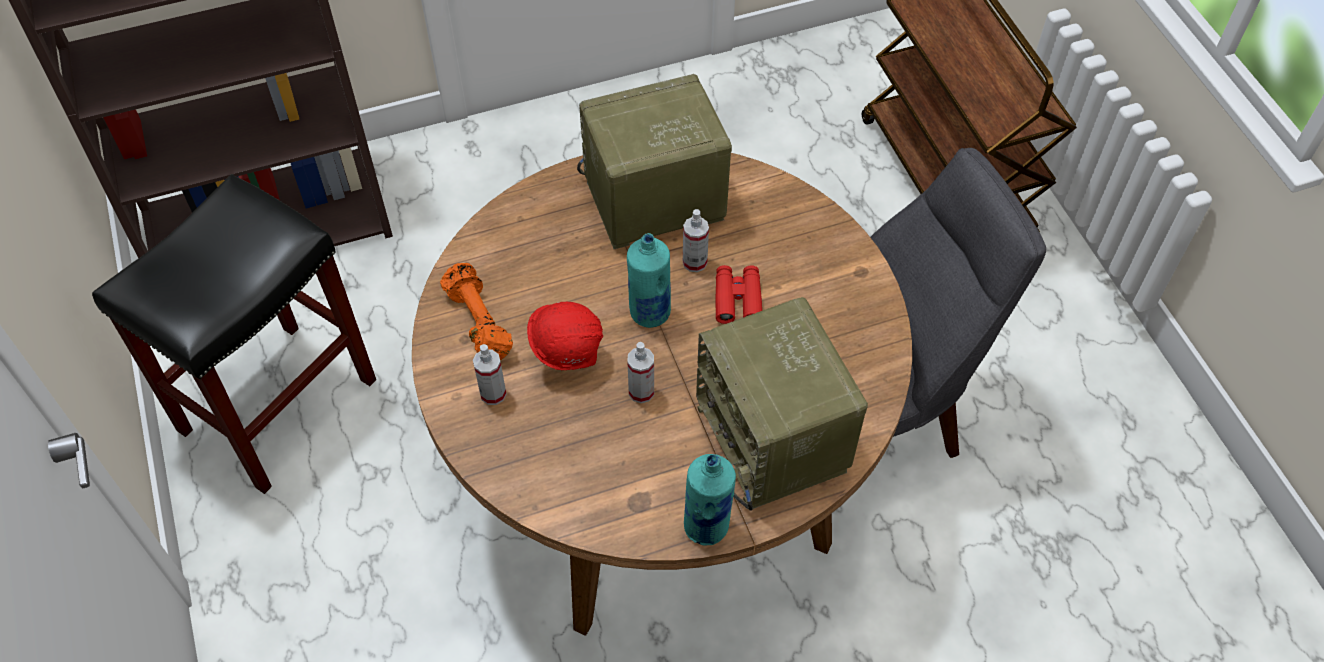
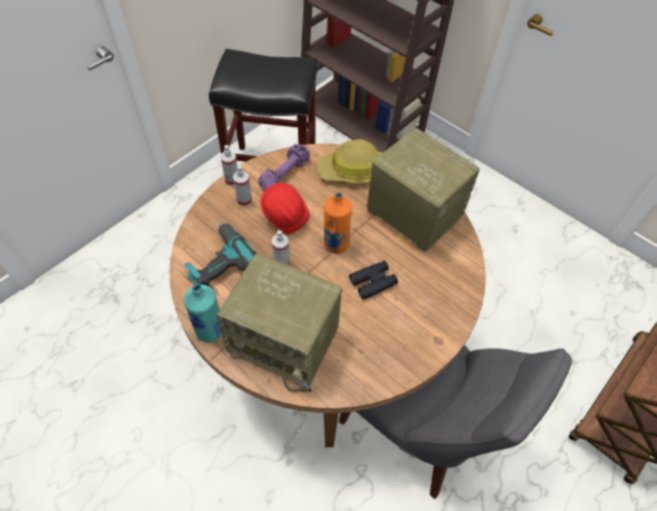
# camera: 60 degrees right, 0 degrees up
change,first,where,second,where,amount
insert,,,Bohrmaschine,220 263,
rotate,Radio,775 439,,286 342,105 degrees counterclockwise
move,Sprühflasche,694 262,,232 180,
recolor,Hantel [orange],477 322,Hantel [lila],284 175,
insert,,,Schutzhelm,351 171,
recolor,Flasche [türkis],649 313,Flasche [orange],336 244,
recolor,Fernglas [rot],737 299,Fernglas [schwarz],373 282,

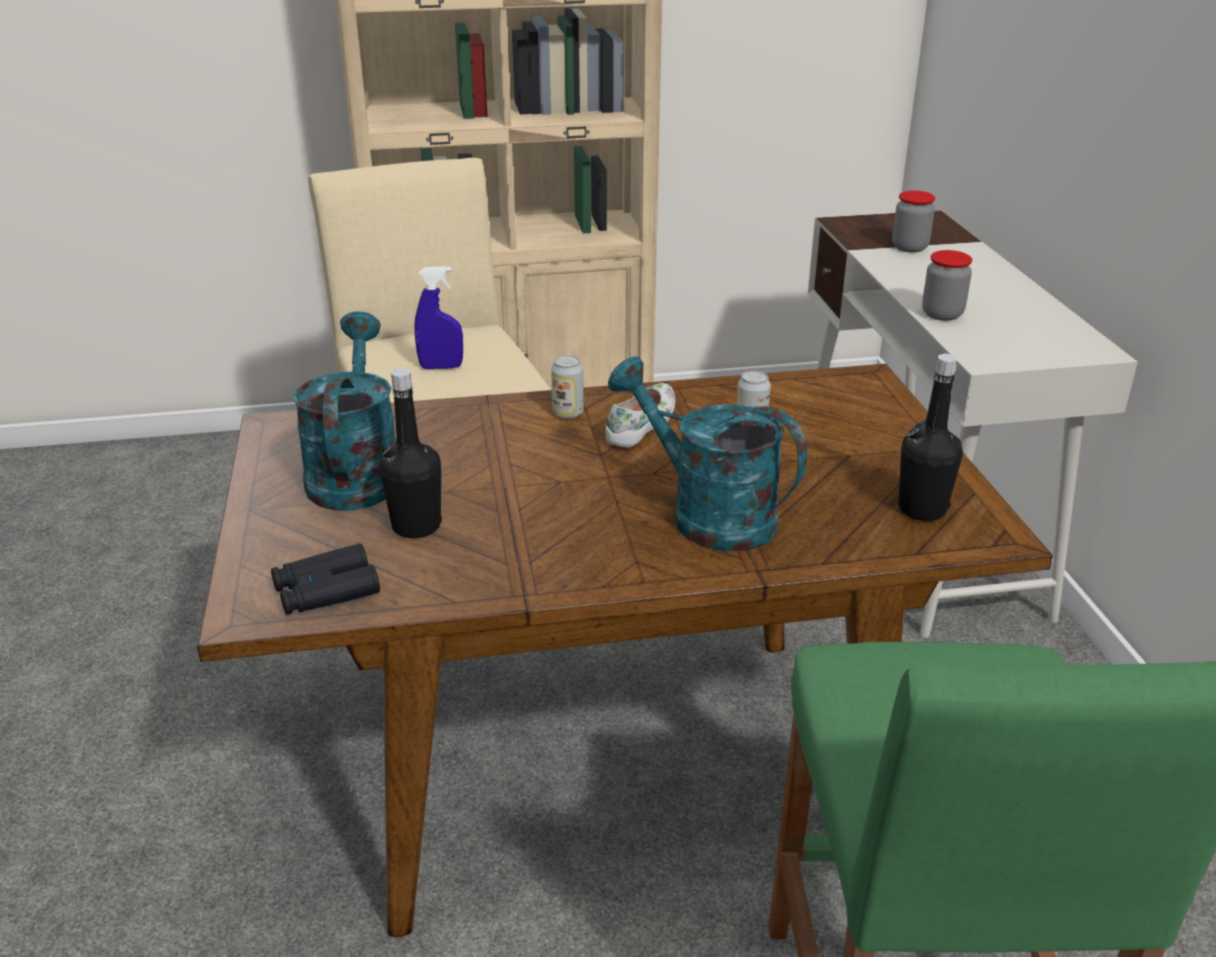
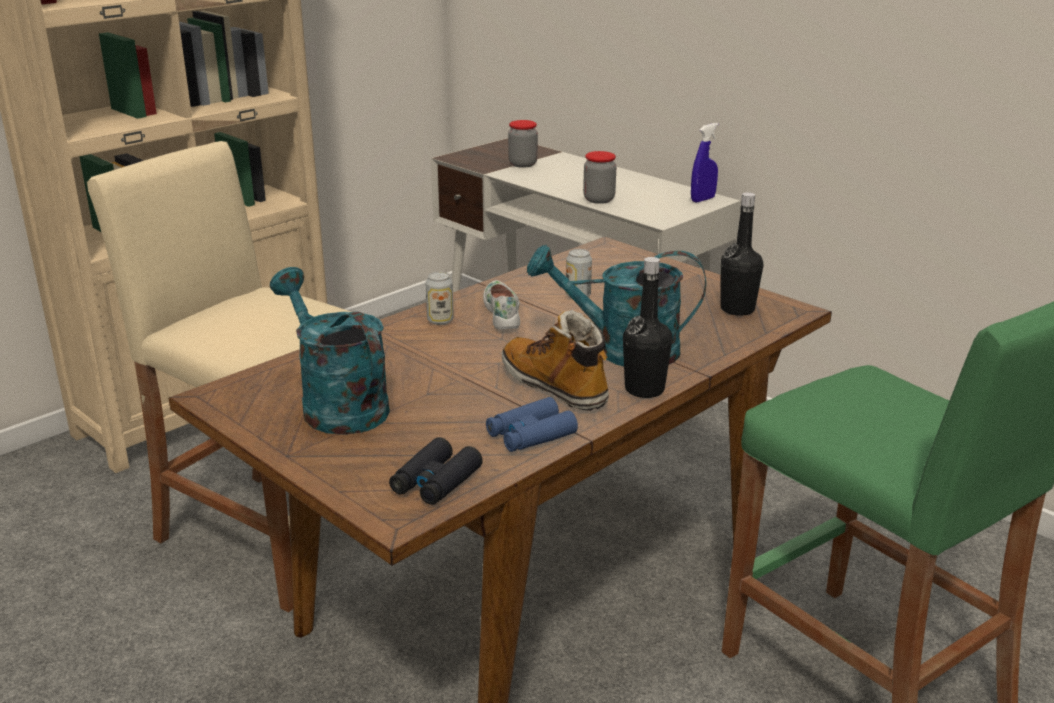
# camera: 35 degrees left, 5 degrees down
change,first,where,second,where,amount
insert,,,Fernglas [blau],530 435,
insert,,,Stiefel,555 386,
move,Flasche [schwarz],416 526,,644 389,
move,Sprühflasche [blau],441 367,,702 199,

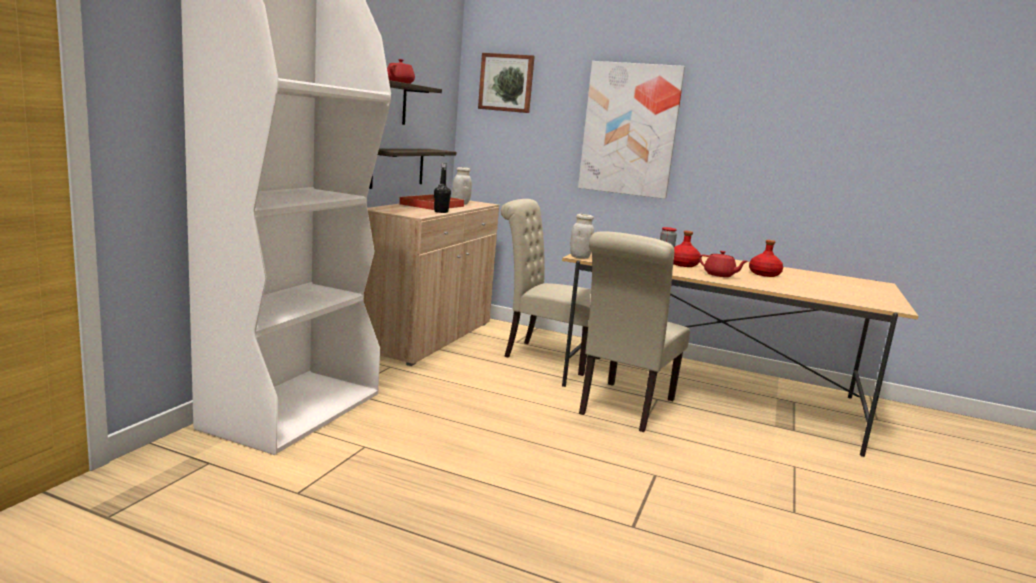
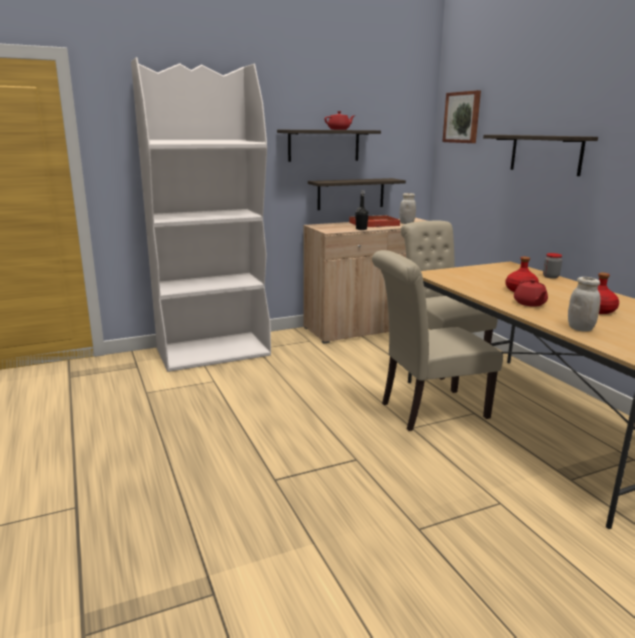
# camera: 45 degrees right, 5 degrees up
change,first,where,second,where,amount
replace,Bild,629 129,Wandregal,545 154,
move,Vorratsglas [weiß],580 257,,580 328,

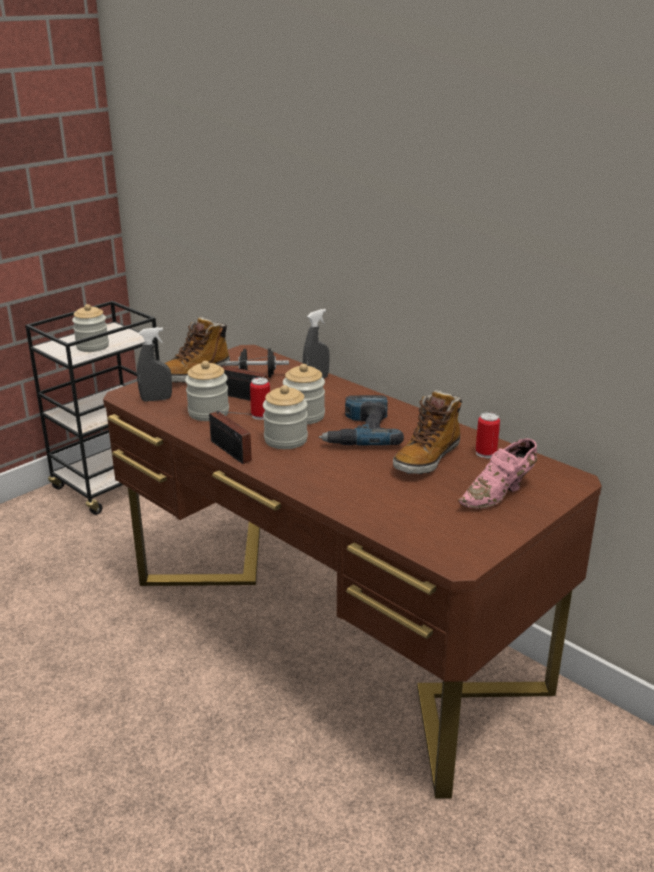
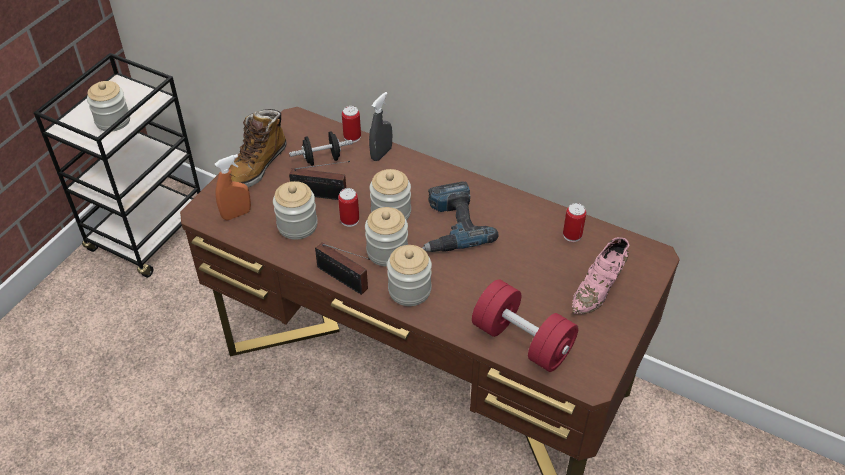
# camera: 15 degrees left, 20 degrees up
change,first,where,second,where,amount
recolor,Sprühflasche [grau],156 399,Sprühflasche [orange],236 214,
insert,,,Dose,352 137,
insert,,,Vorratsglas,409 290,
insert,,,Hantel [rot],522 340,
delete,Stiefel,427 458,,,

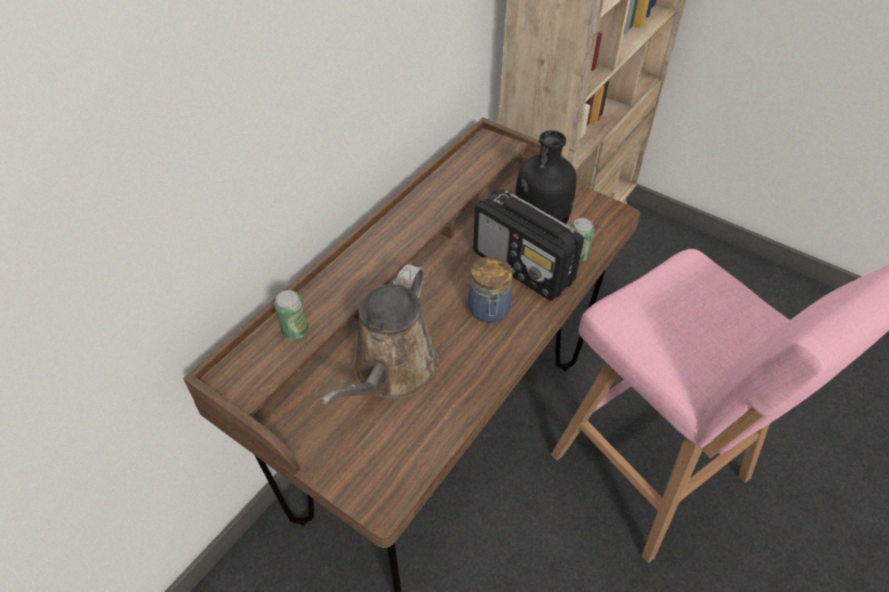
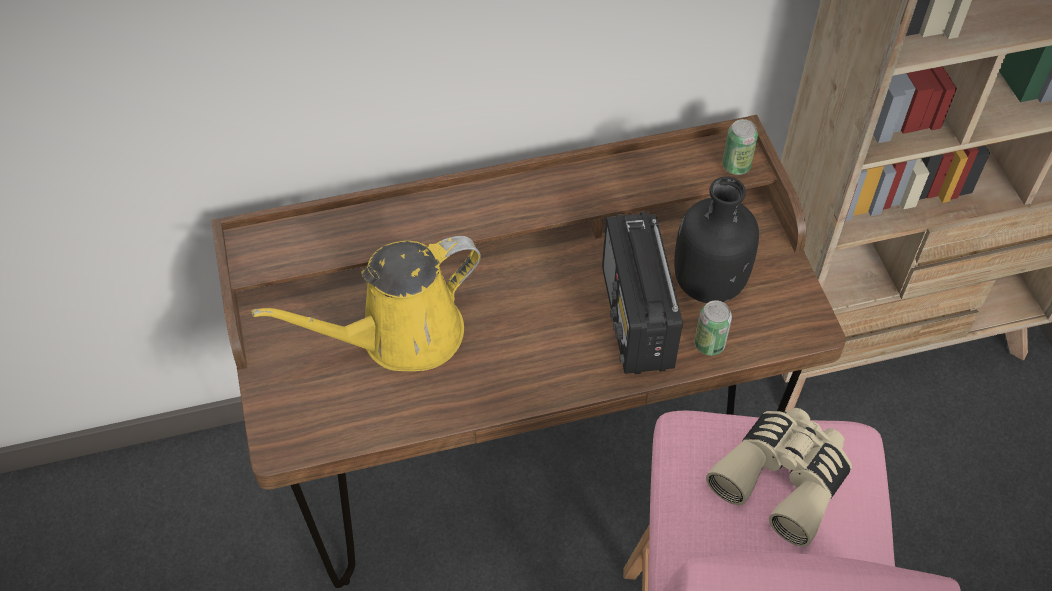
# camera: 40 degrees right, 5 degrees up
change,first,where,second,where,amount
recolor,Gießkanne [braun],391 371,Gießkanne [gelb],401 336,
insert,,,Fernglas [beige],783 478,
move,Dose,295 331,,736 166,
delete,Vorratsglas,489 310,,,

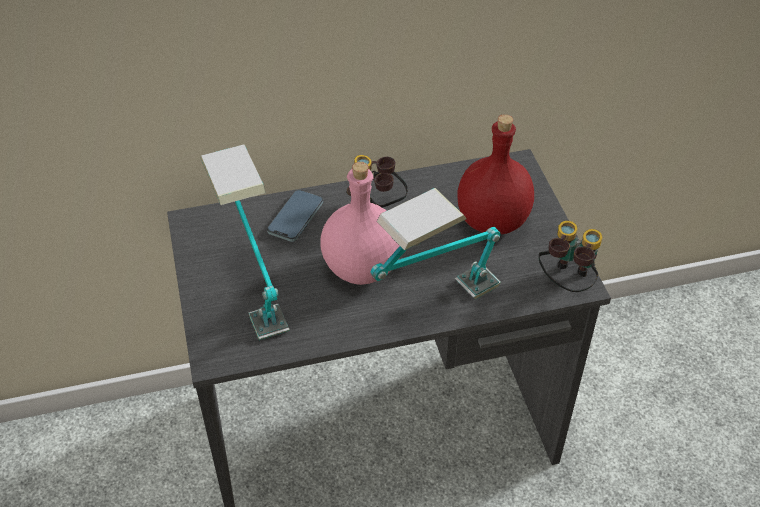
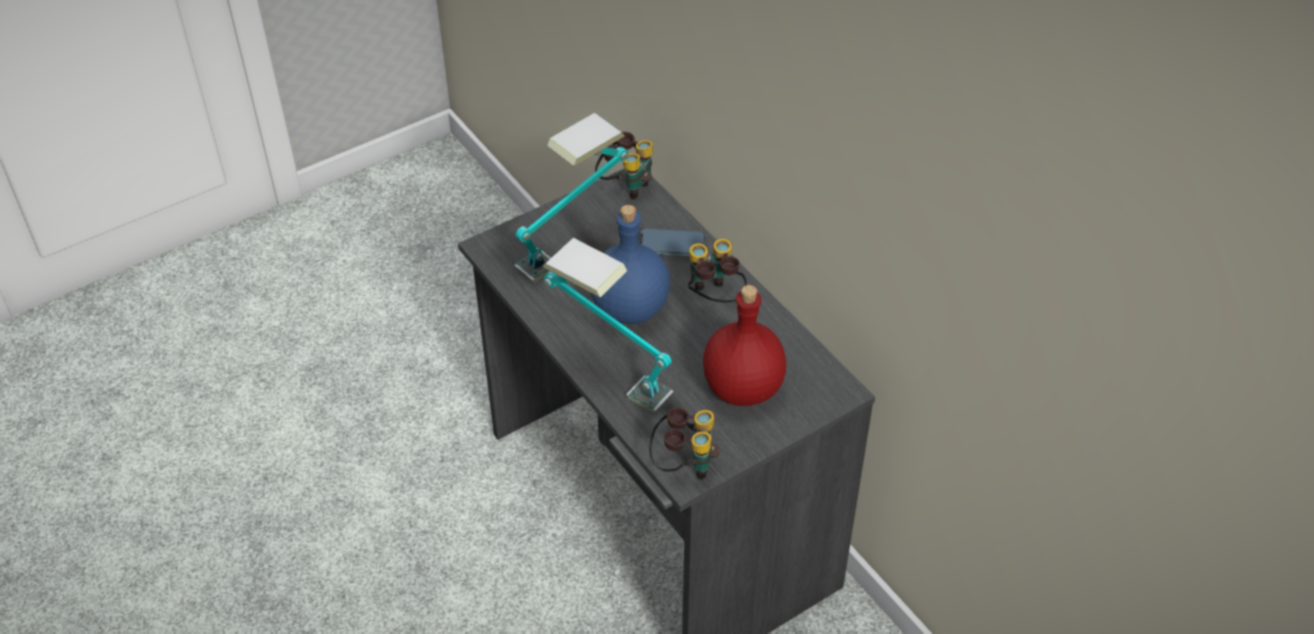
# camera: 70 degrees right, 0 degrees up
change,first,where,second,where,amount
recolor,Flasche [rosa],362 269,Flasche [blau],629 309,
insert,,,Fernglas,626 185,

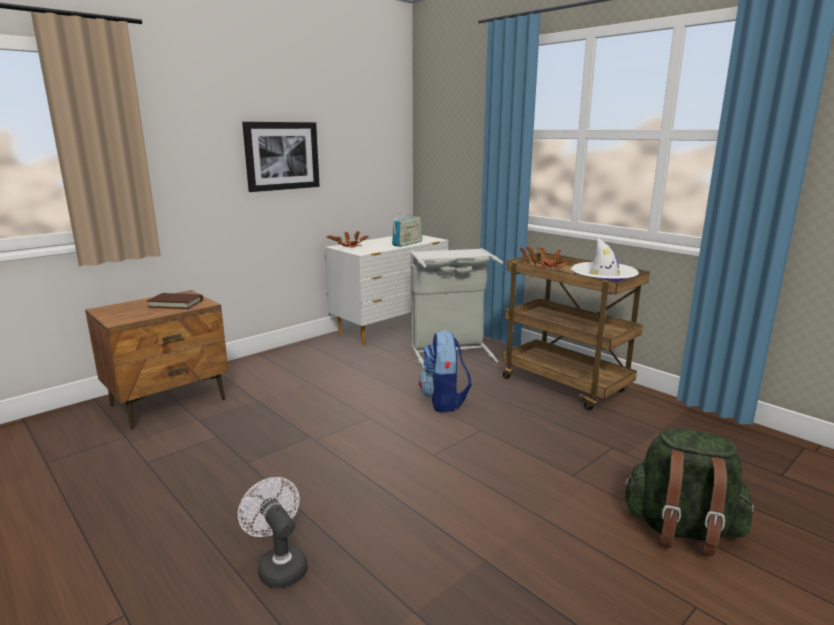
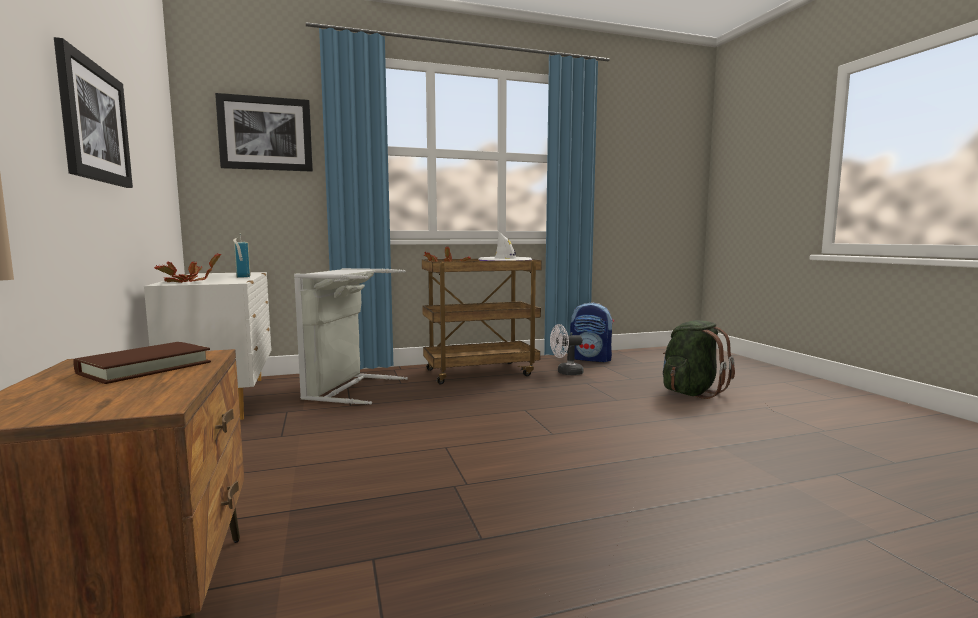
# camera: 65 degrees left, 10 degrees down
change,first,where,second,where,amount
insert,,,Bild,266 134,
move,Ventilator [weiß],279 565,,566 372,
move,Rucksack,444 401,,591 359,

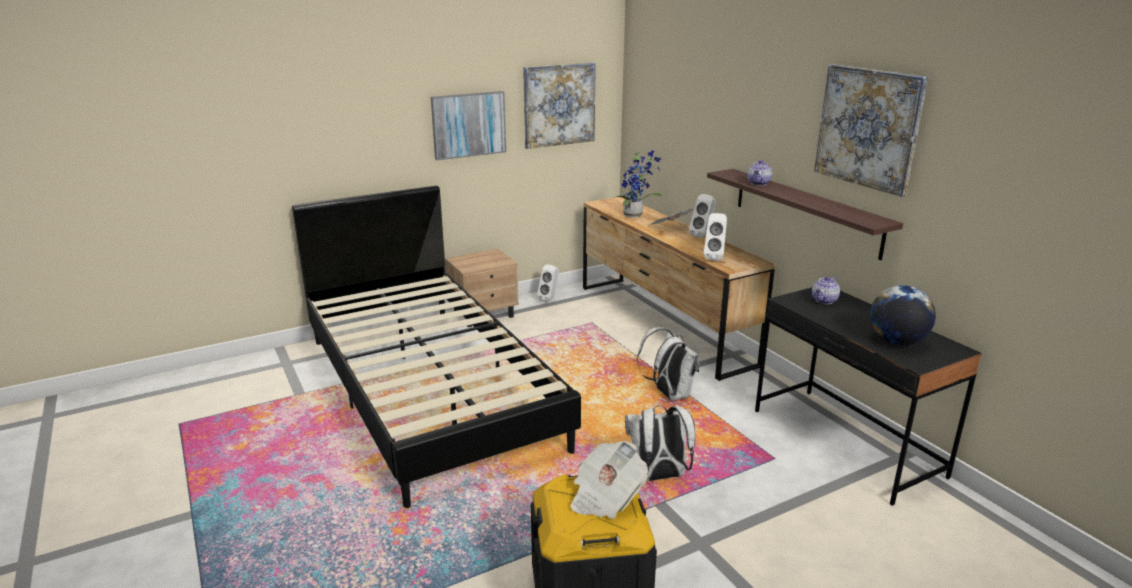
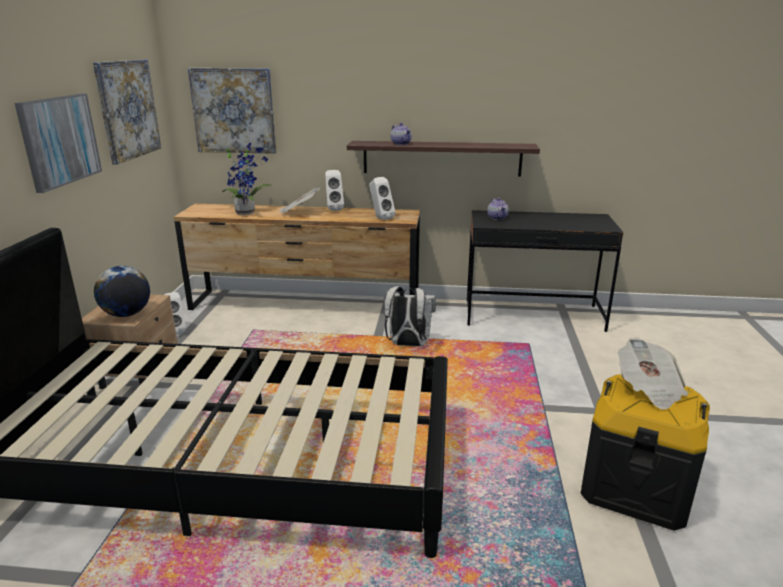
# camera: 55 degrees left, 0 degrees up
change,first,where,second,where,amount
move,Globus,896 341,,126 314,
move,Bild,868 128,,234 111,
delete,Rucksack [weiß],658 476,,,

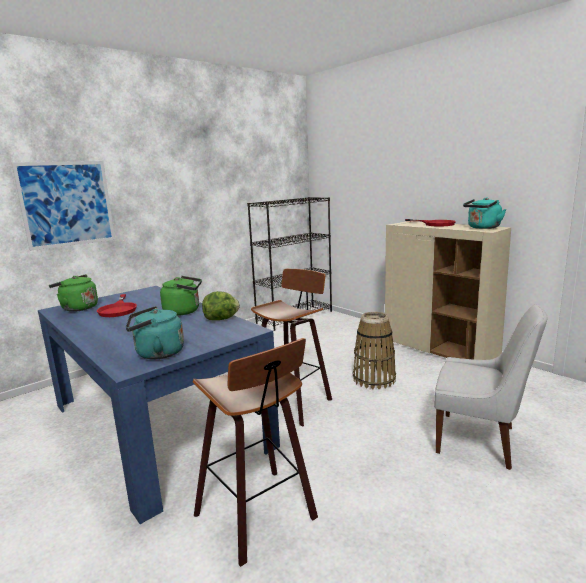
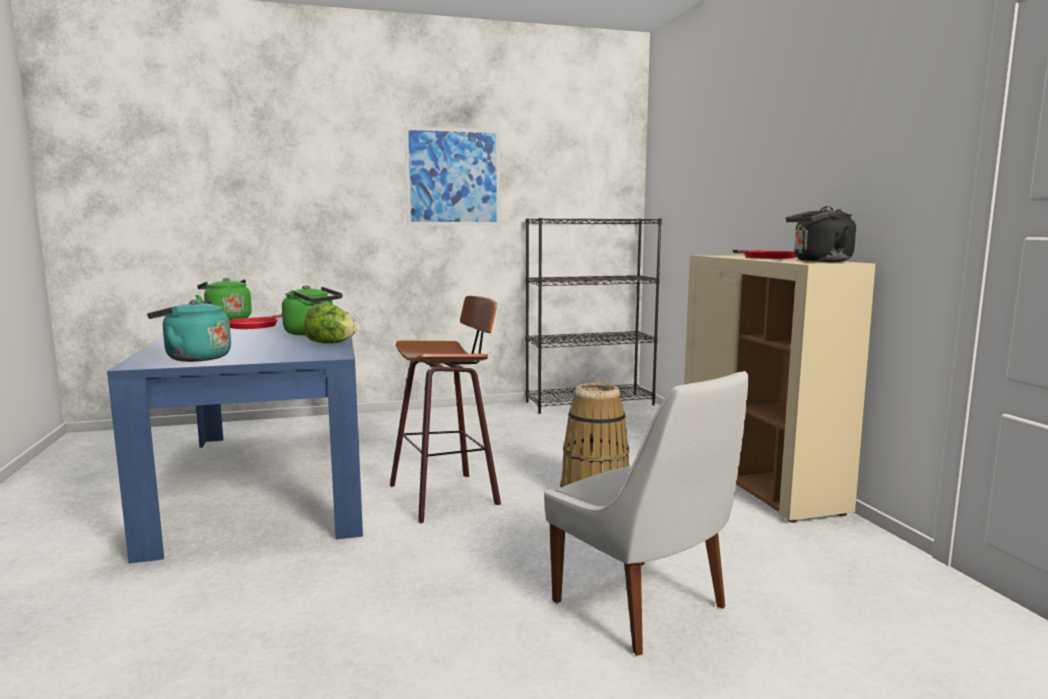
# camera: 25 degrees right, 5 degrees down
change,first,where,second,where,amount
move,Bild,67 204,,453 177,
recolor,Wasserkessel [türkis],482 228,Wasserkessel [schwarz],819 261,
delete,Hocker,260 516,,,

